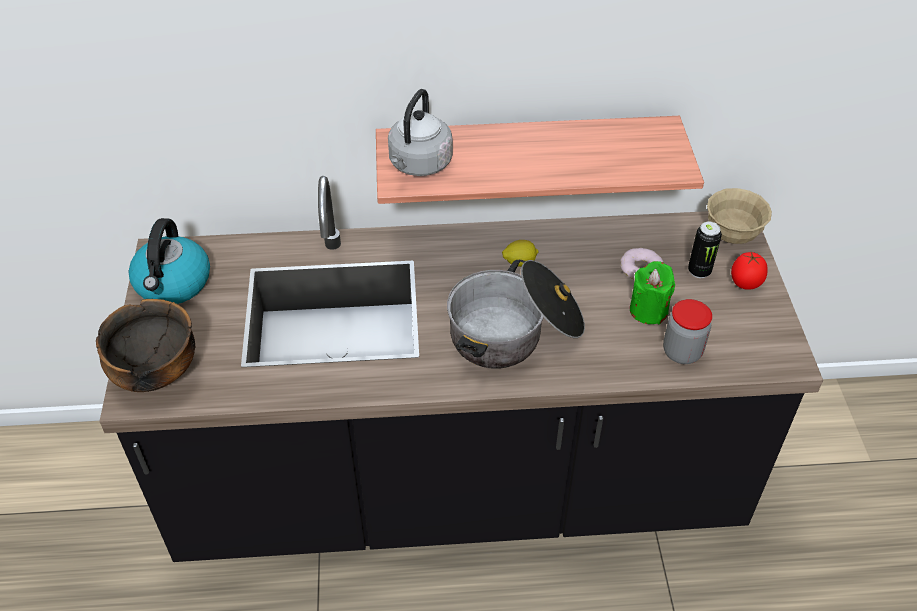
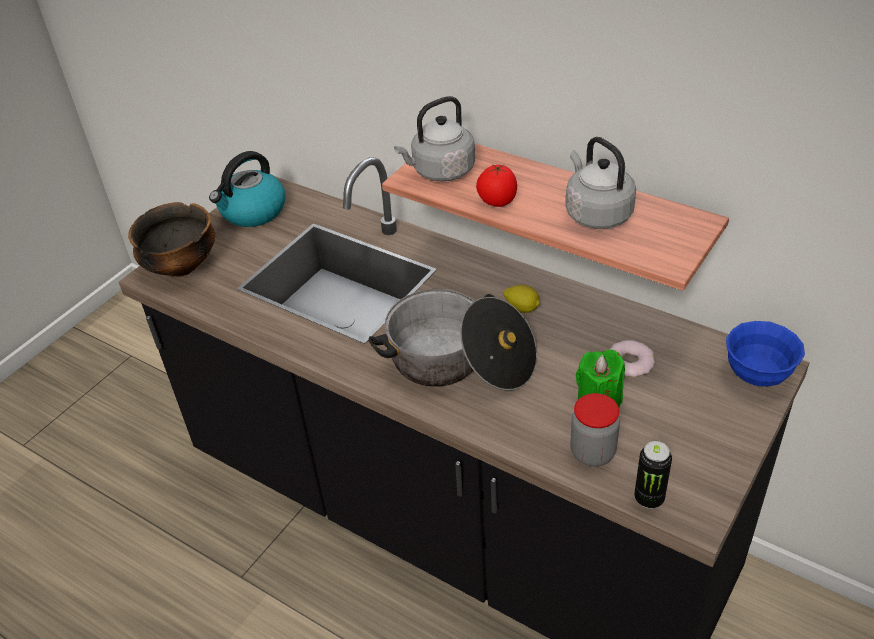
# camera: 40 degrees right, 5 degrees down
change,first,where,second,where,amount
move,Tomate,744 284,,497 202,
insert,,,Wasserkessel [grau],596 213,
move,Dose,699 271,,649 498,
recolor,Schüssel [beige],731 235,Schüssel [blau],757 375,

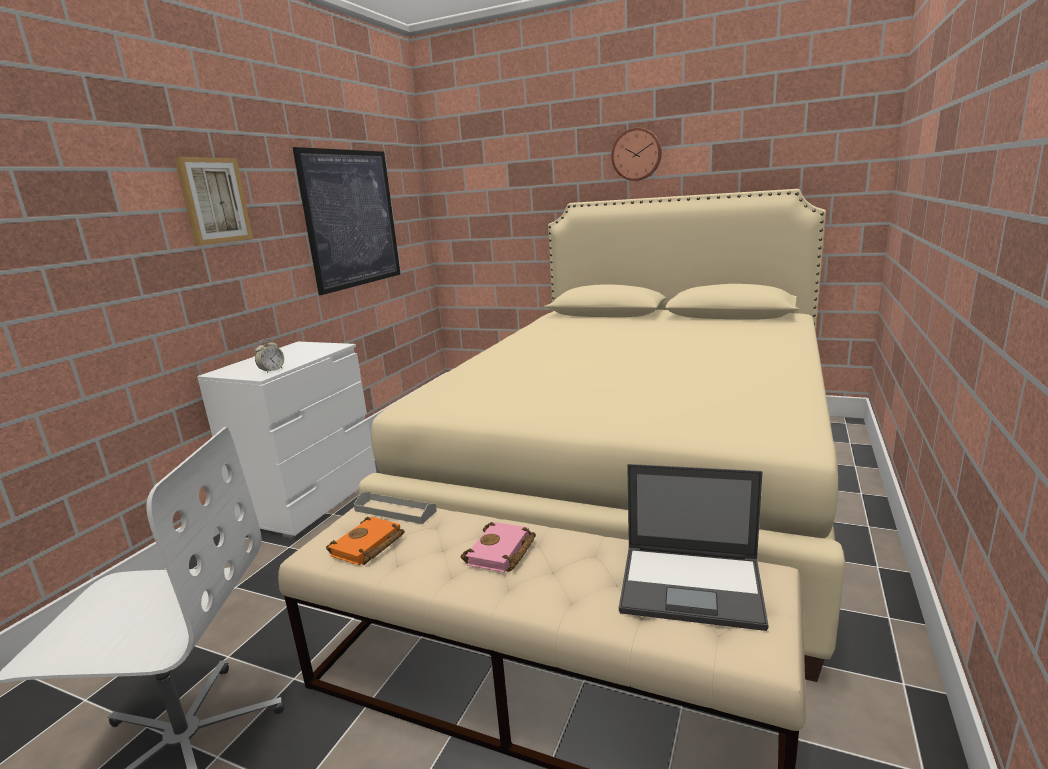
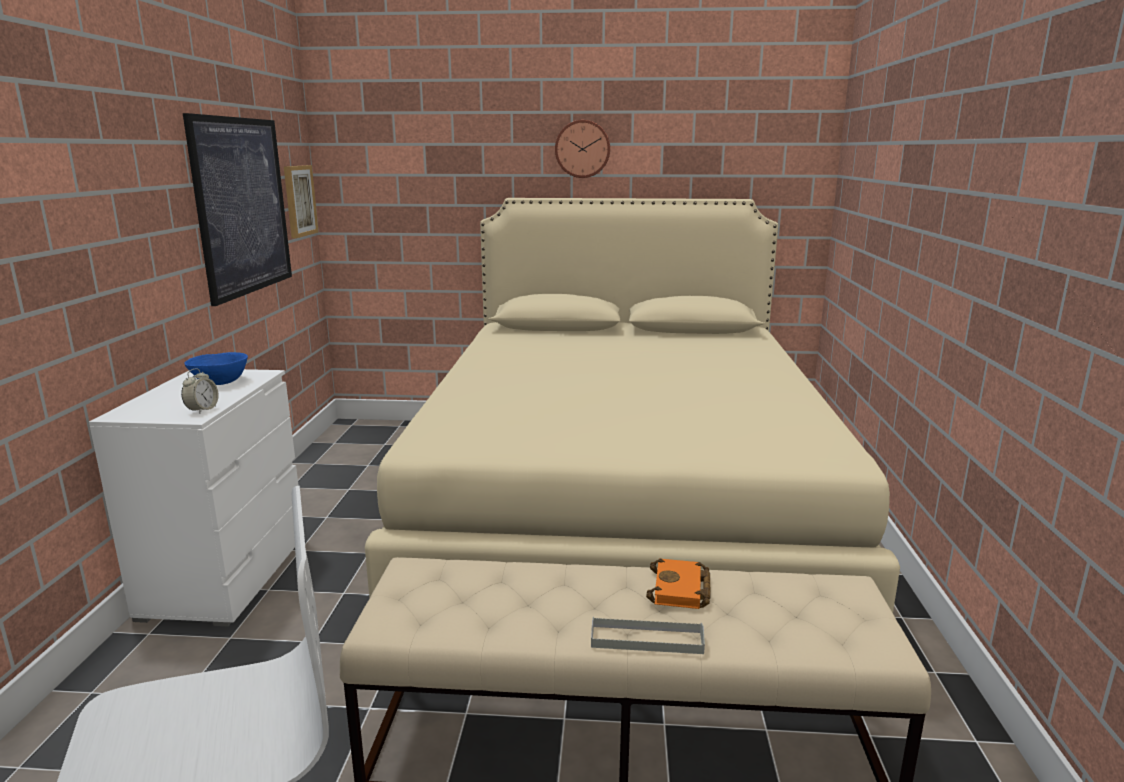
# camera: 20 degrees left, 0 degrees up
change,first,where,second,where,amount
insert,,,Schüssel [blau],220 381,
move,Bild,214 200,,299 201,
move,Tablett [grau],395 511,,646 639,
move,Buch [orange],367 547,,681 590,
delete,Buch [rosa],501 553,,,
delete,Laptop,693 585,,,

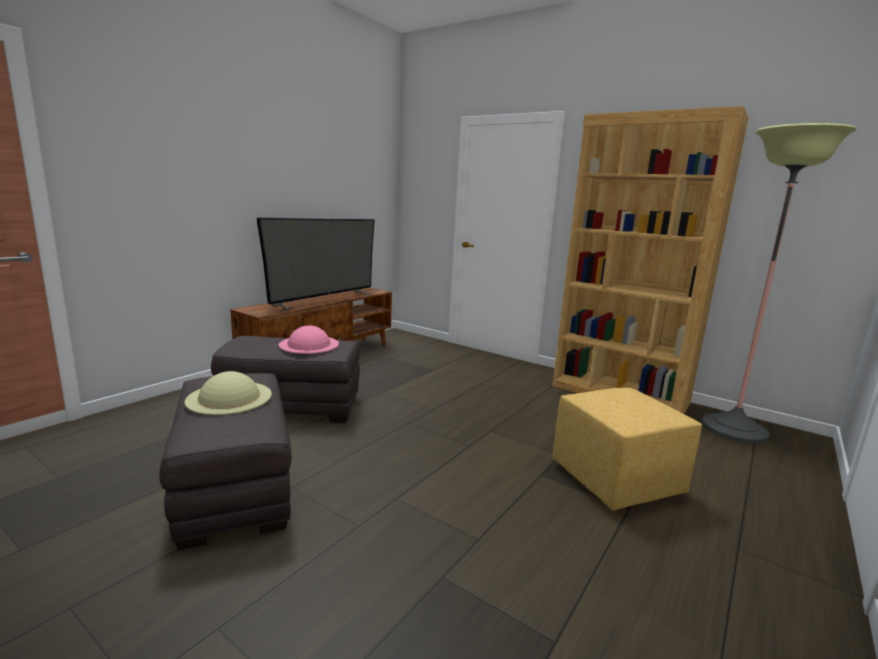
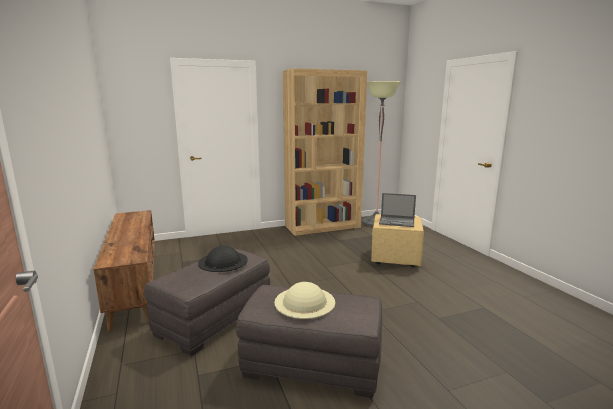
# camera: 55 degrees left, 0 degrees up
change,first,where,second,where,amount
recolor,Hut [rosa],309 344,Hut [schwarz],223 261,
insert,,,Laptop,397 222,
delete,Fernseher,324 299,,,

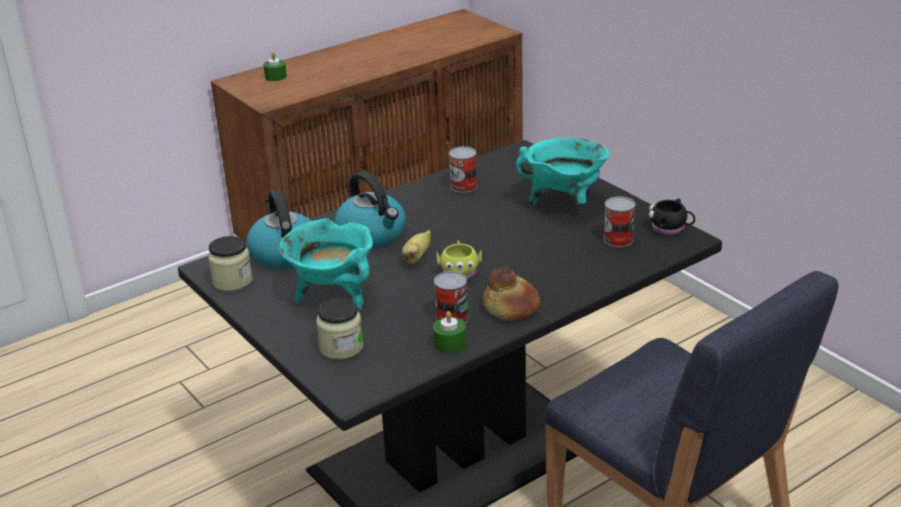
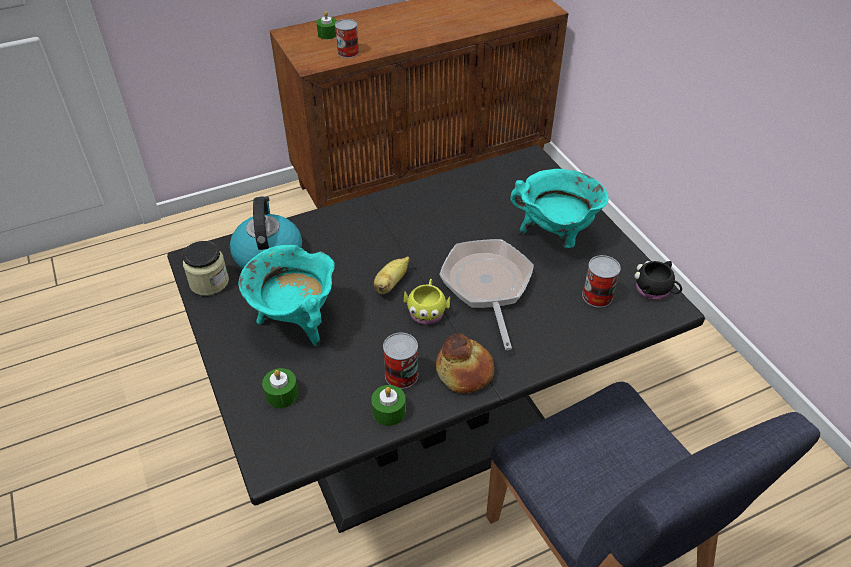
# camera: 10 degrees right, 15 degrees up
change,first,where,second,where,amount
replace,Vorratsglas,341 347,Kerze [grün],282 394,
move,Dose,463 186,,348 52,
insert,,,Pfanne,487 286,
delete,Wasserkessel,373 235,,,

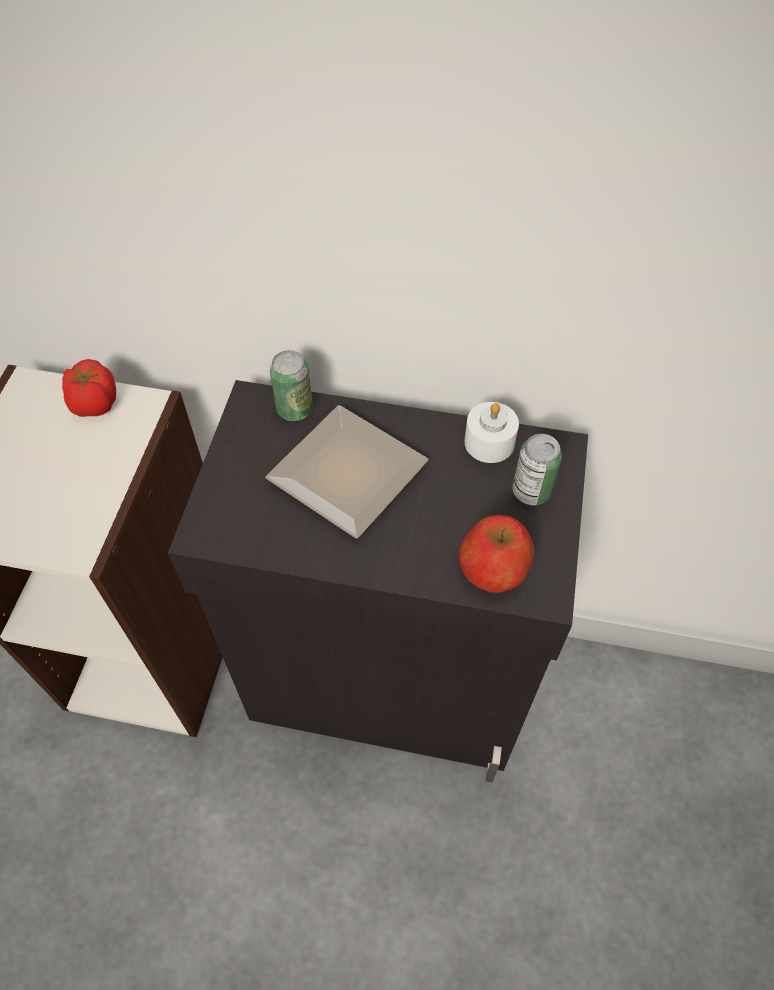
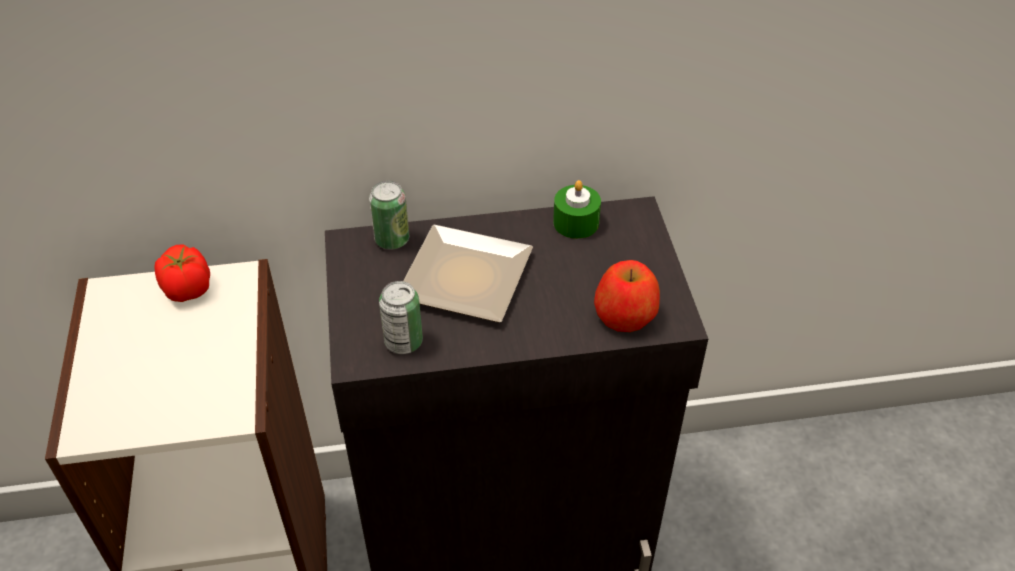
# camera: 20 degrees left, 10 degrees down
change,first,where,second,where,amount
move,Dose,531 491,,403 342,
recolor,Kerze [weiß],489 442,Kerze [grün],576 222,

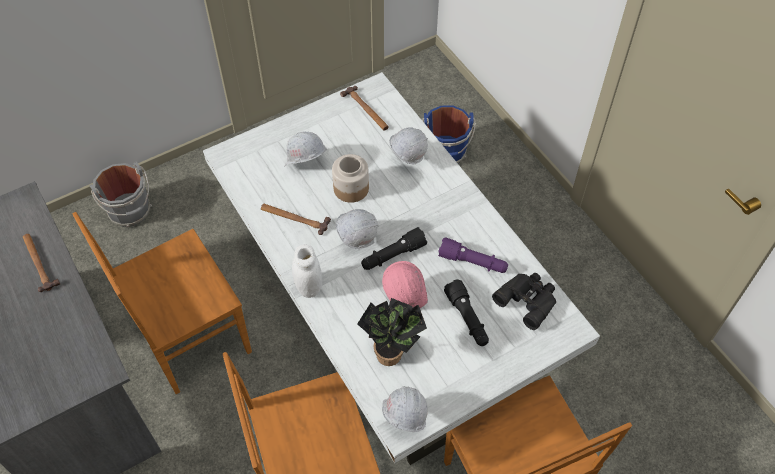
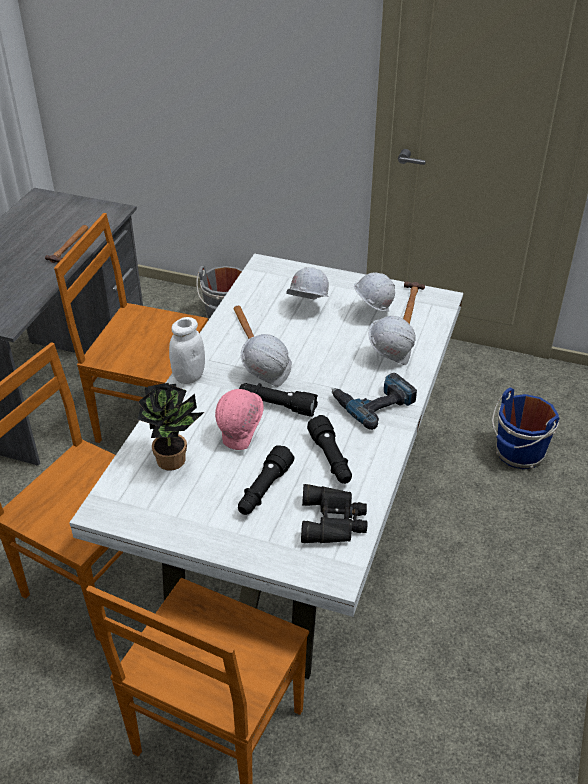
# camera: 50 degrees right, 15 degrees down
change,first,where,second,where,amount
recolor,Taschenlampe [lila],473 262,Taschenlampe [schwarz],331 459,
insert,,,Bohrmaschine,373 403,
move,Schutzhelm [weiß],402 421,,372 312,
delete,Vorratsglas,350 188,,,

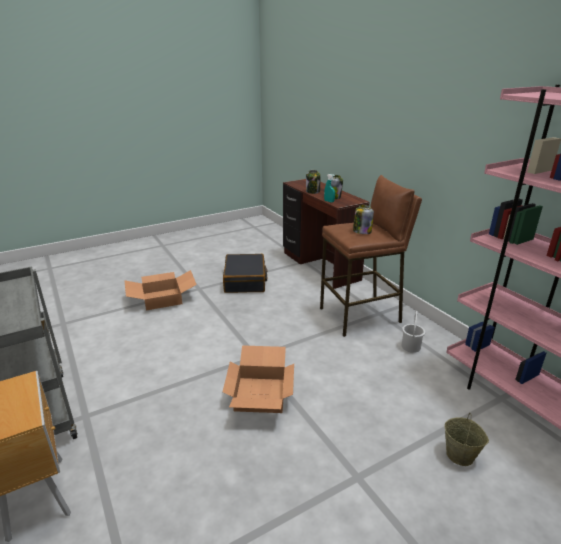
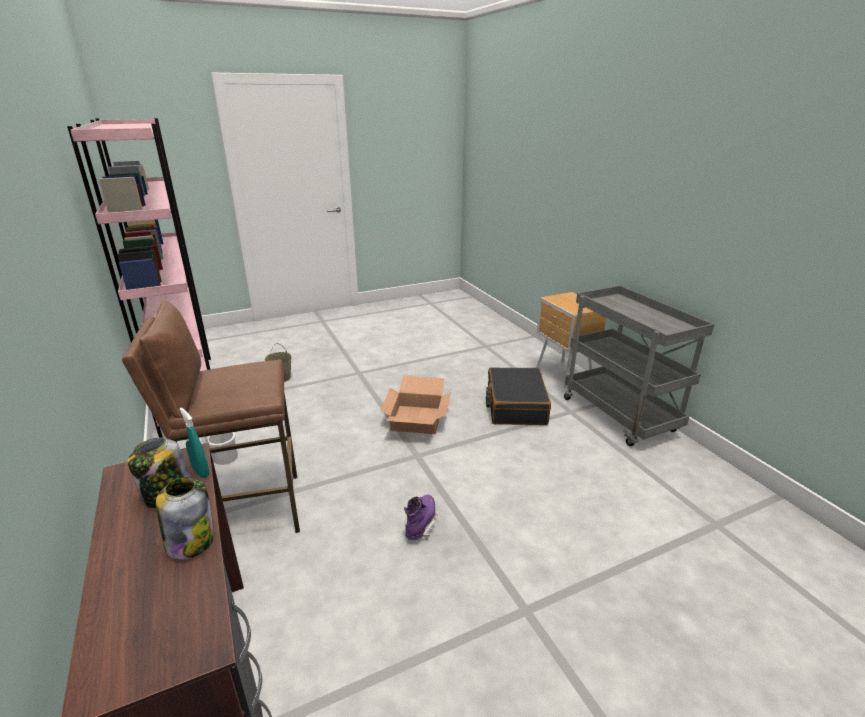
# camera: 175 degrees left, 0 degrees up
change,first,where,second,where,amount
insert,,,Stiefel [lila],420 524,
move,Koffer [schwarz],245 281,,515 405,
delete,Karton,163 298,,,
delete,Vorratsglas,361 231,,,

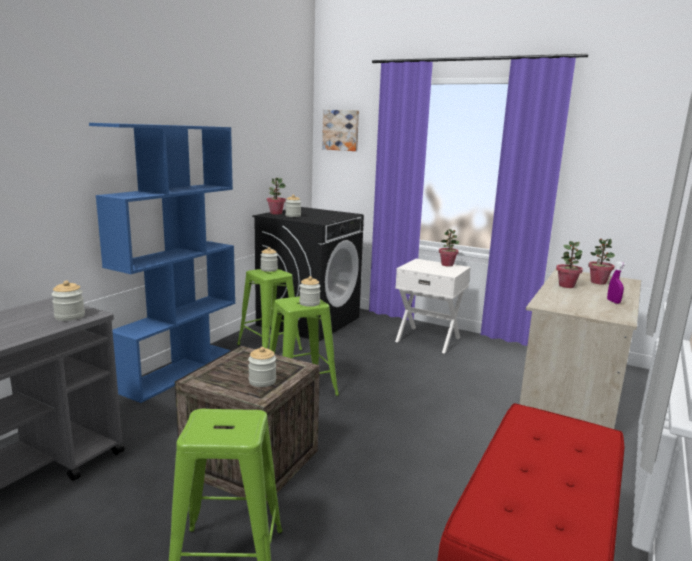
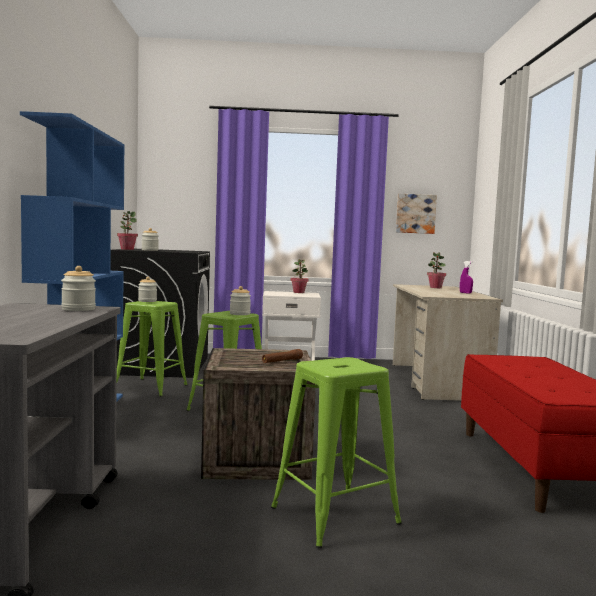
# camera: 30 degrees left, 10 degrees down
change,first,where,second,where,amount
replace,Vorratsglas,262 381,Taschenlampe [braun],282 361,
move,Bild,341 130,,415 213,
delete,Topfpflanze,566 286,,,

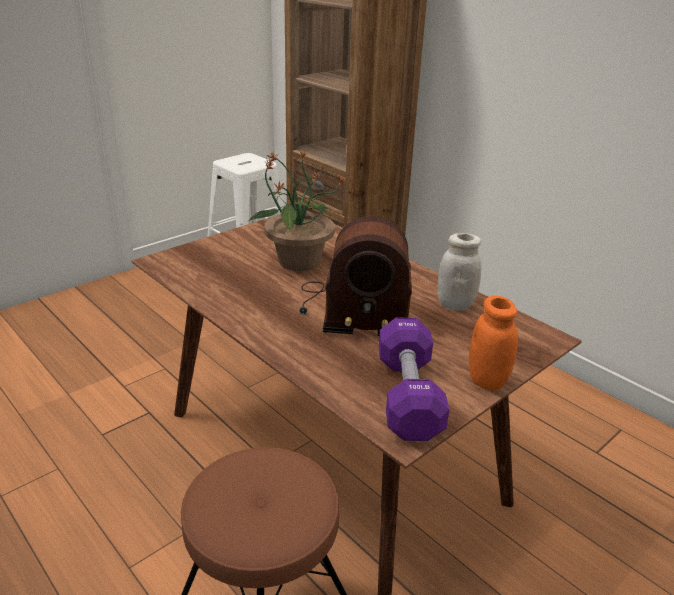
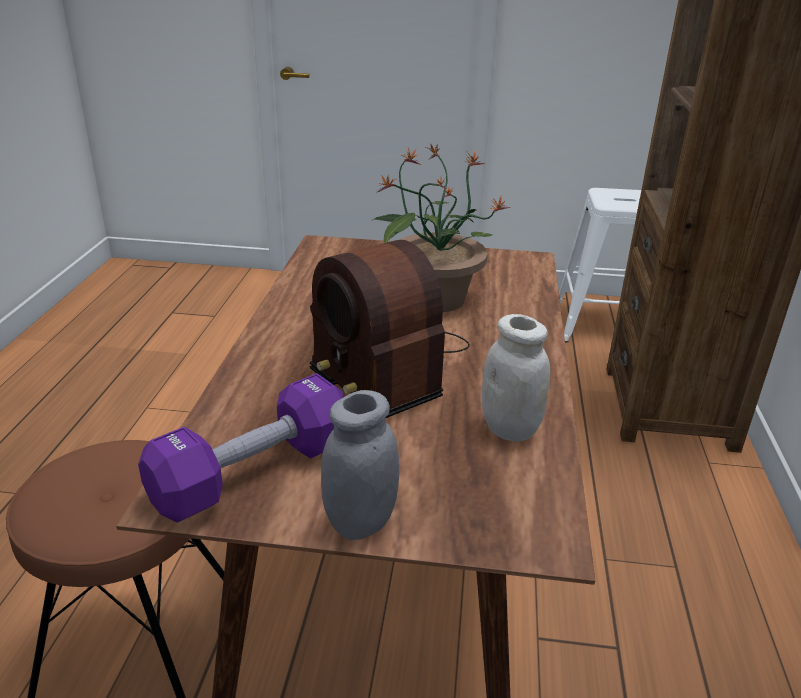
# camera: 50 degrees right, 0 degrees up
change,first,where,second,where,amount
recolor,Vorratsglas [orange],487 380,Vorratsglas [grau],361 522,

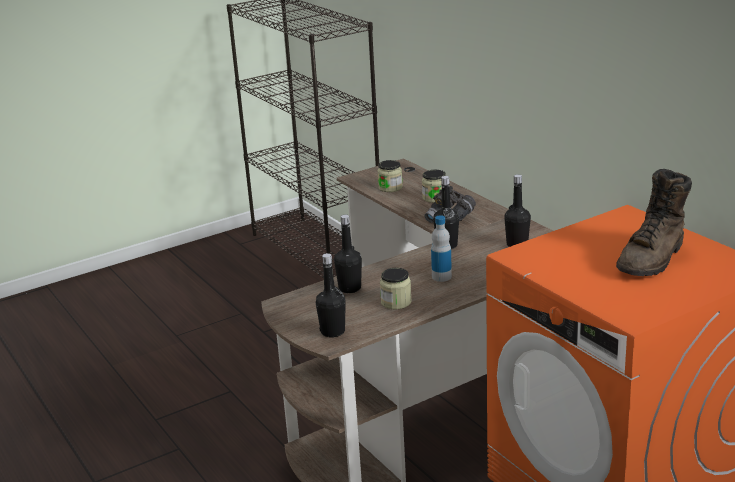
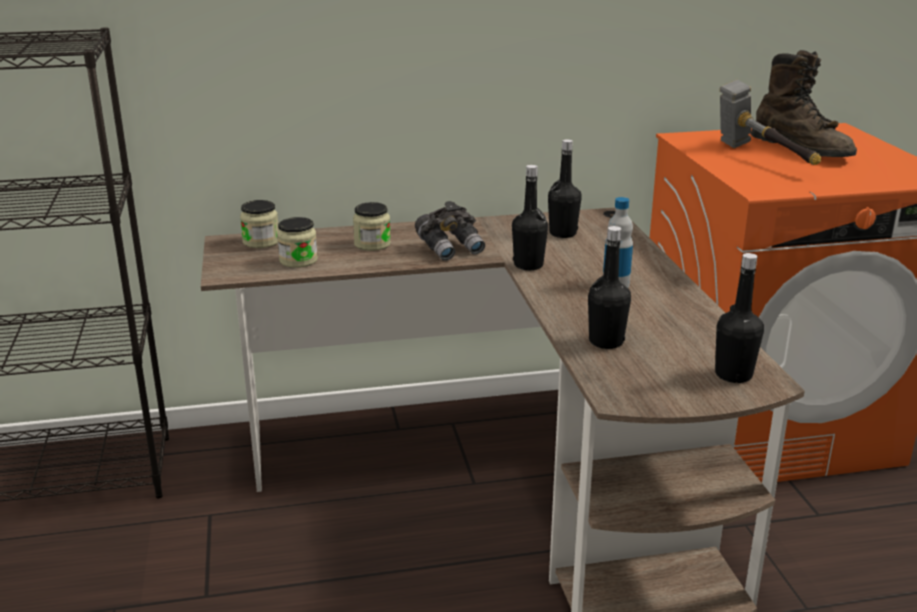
# camera: 70 degrees left, 0 degrees up
change,first,where,second,where,amount
move,Vorratsglas,396 302,,261 242,
insert,,,Hammer,762 159,

